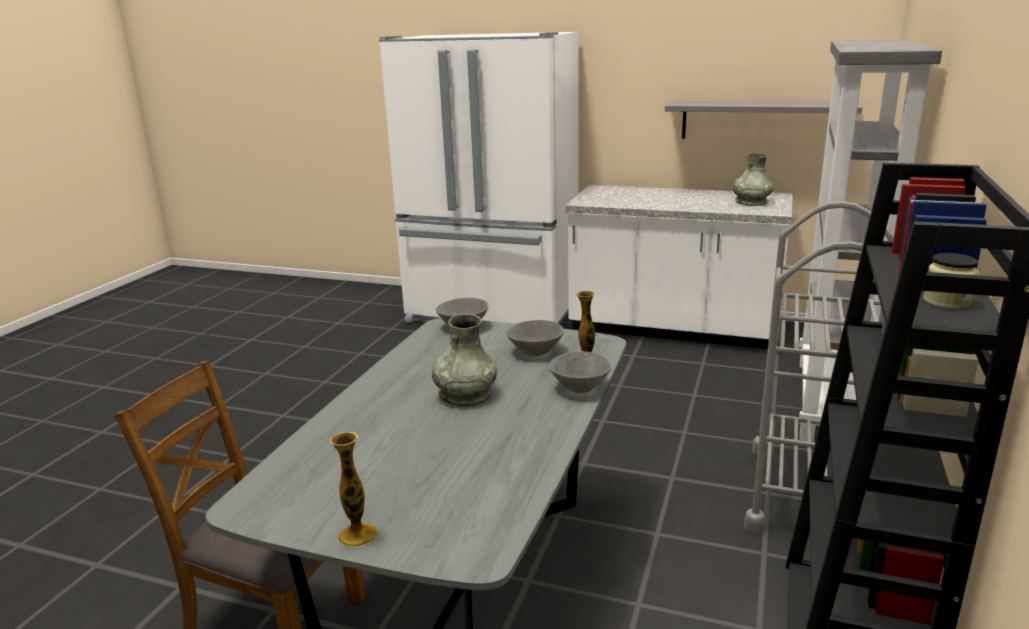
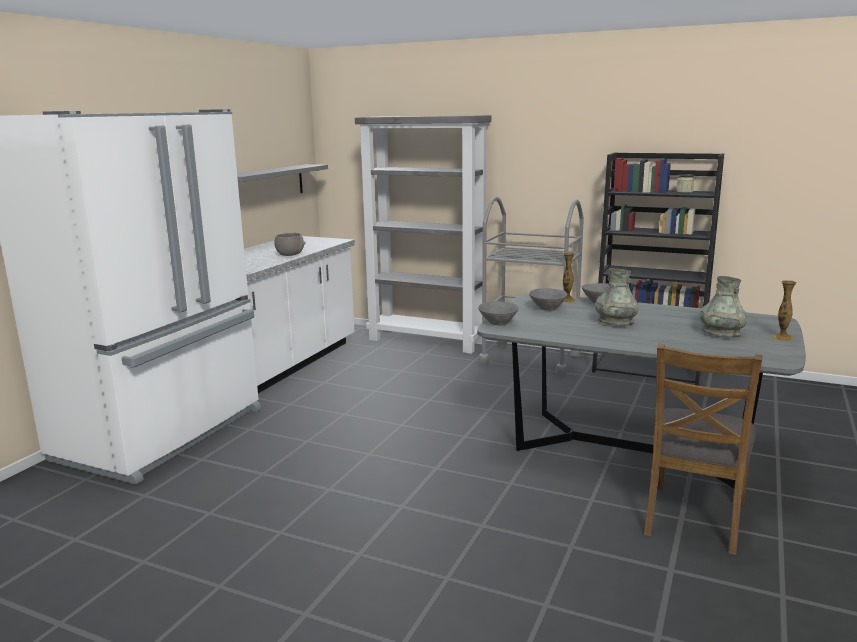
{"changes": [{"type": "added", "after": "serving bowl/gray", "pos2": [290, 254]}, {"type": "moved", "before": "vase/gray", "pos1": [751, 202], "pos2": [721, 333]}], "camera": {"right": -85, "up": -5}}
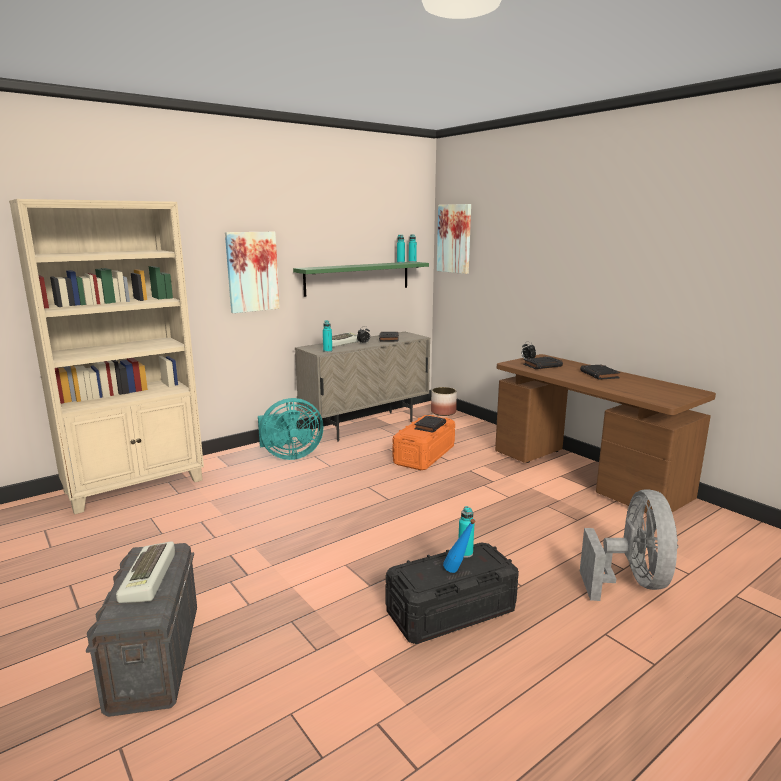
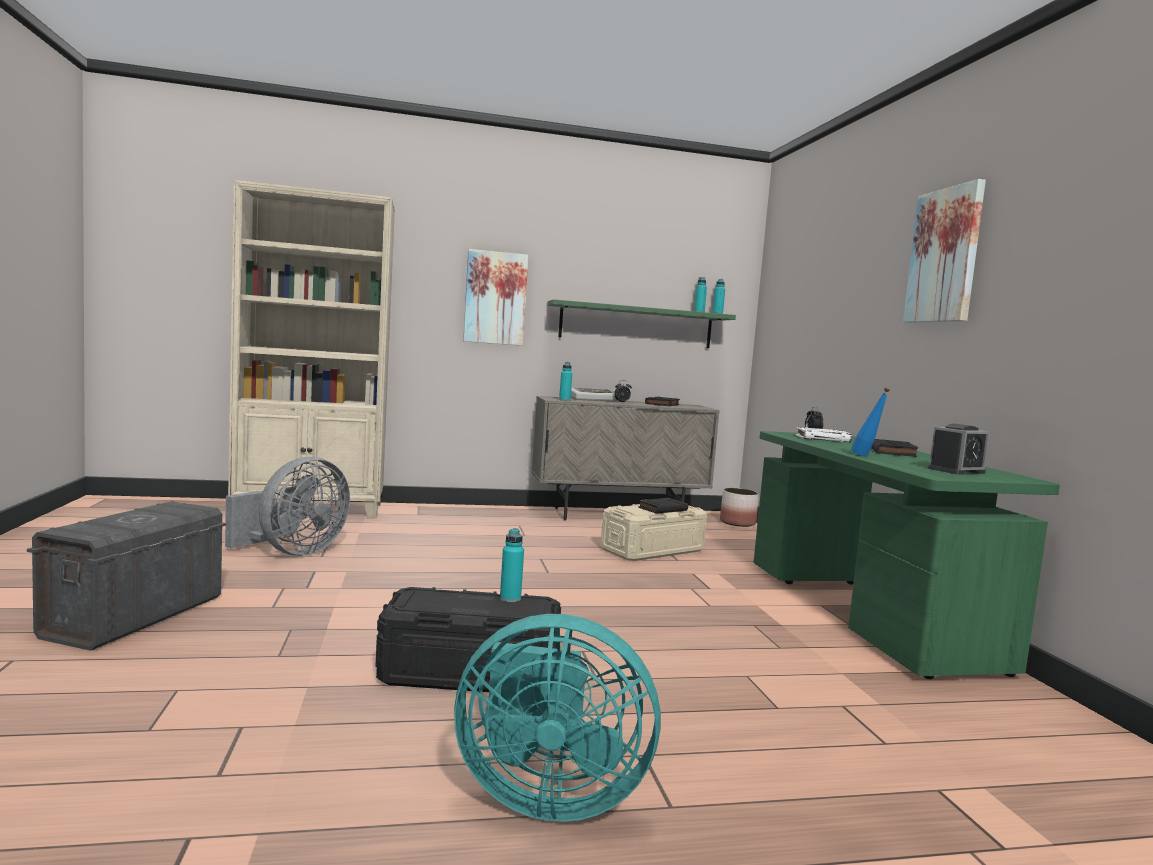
{"changes": [{"type": "removed", "before": "computer keyboard", "pos1": [150, 578]}, {"type": "added", "after": "table clock", "pos2": [956, 470]}, {"type": "moved", "before": "fan/turquoise", "pos1": [289, 455], "pos2": [546, 795]}, {"type": "moved", "before": "wall art", "pos1": [454, 238], "pos2": [945, 256]}, {"type": "moved", "before": "beverage bottle/blue", "pos1": [458, 572], "pos2": [866, 456]}, {"type": "moved", "before": "fan/gray", "pos1": [631, 581], "pos2": [293, 552]}, {"type": "recoloured", "before": "storage box/orange", "after": "storage box/beige", "pos1": [424, 455], "pos2": [653, 550]}, {"type": "recoloured", "before": "desk/brown", "after": "desk/green", "pos1": [586, 475], "pos2": [863, 613]}, {"type": "recoloured", "before": "bound book/black-coloured", "after": "bound book/white-coloured", "pos1": [542, 365], "pos2": [823, 439]}], "camera": {"right": 25, "up": -10}}
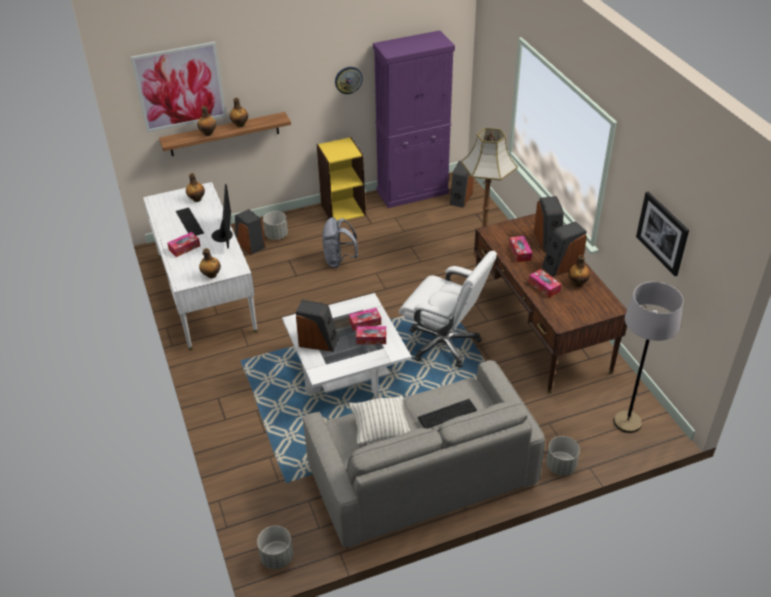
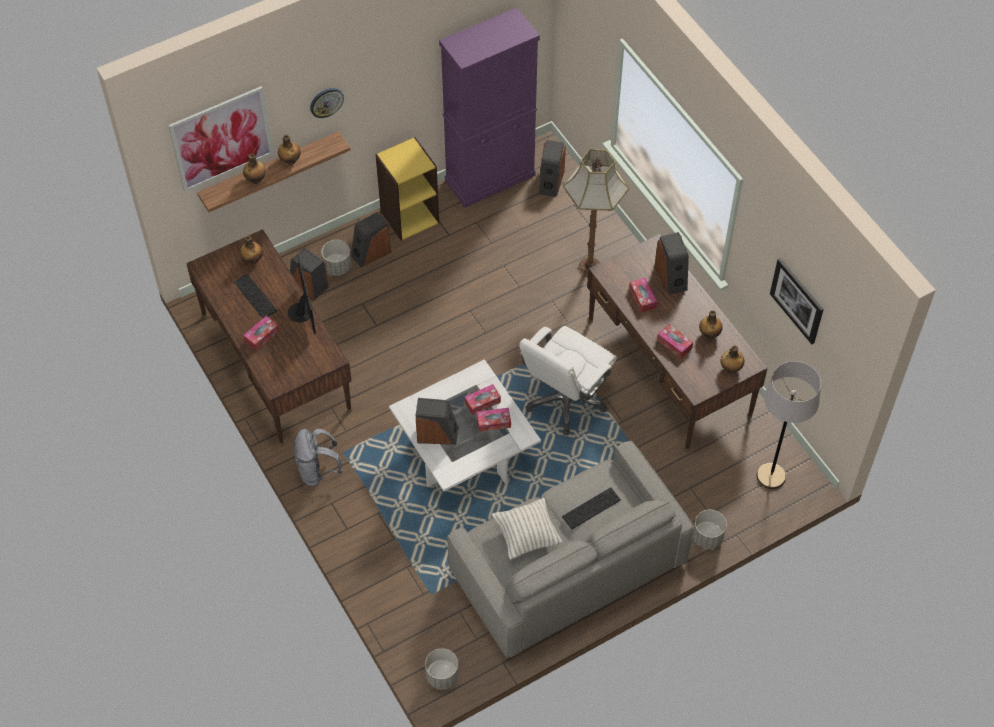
{"changes": [{"type": "moved", "before": "beverage bottle", "pos1": [211, 275], "pos2": [730, 368]}, {"type": "moved", "before": "knapsack/gray", "pos1": [339, 260], "pos2": [318, 471]}, {"type": "moved", "before": "clock on the wall", "pos1": [348, 80], "pos2": [326, 102]}, {"type": "moved", "before": "loudspeaker", "pos1": [561, 266], "pos2": [371, 253]}, {"type": "recoloured", "before": "desk/white-coloured", "after": "desk/brown", "pos1": [205, 292], "pos2": [275, 363]}, {"type": "turned", "before": "office chair/white-coloured", "pos1": [444, 343], "pos2": [565, 400], "turn": 105}], "camera": {"right": -10, "up": 15}}
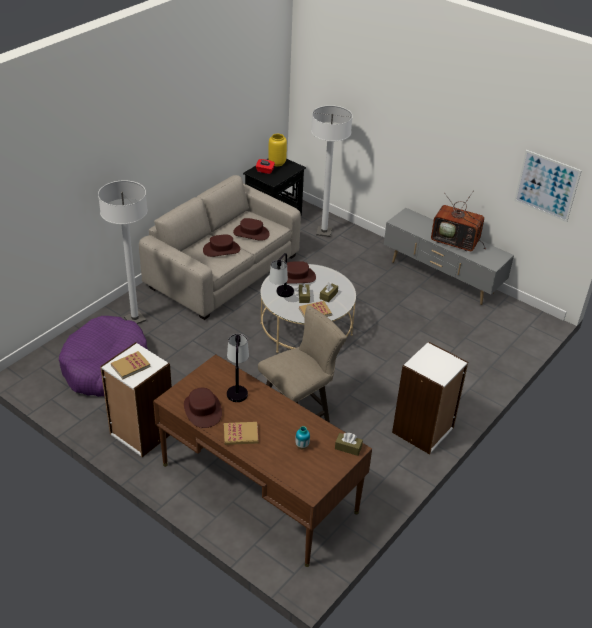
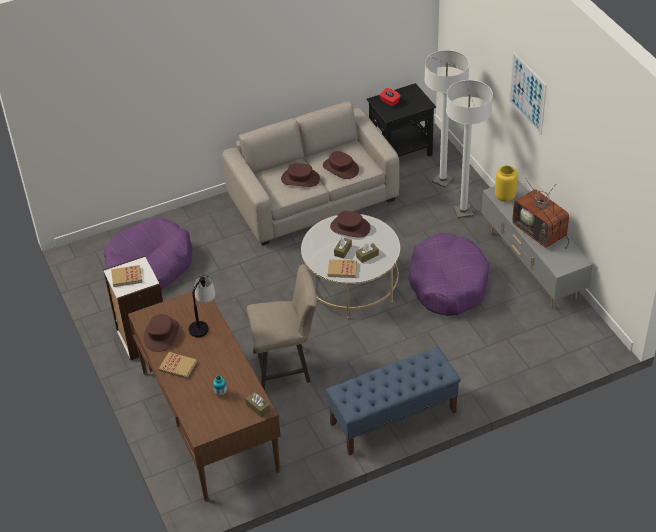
{"changes": [{"type": "removed", "before": "lamp for a table", "pos1": [281, 297]}, {"type": "added", "after": "dog bed/purple-coloured", "pos2": [448, 283]}, {"type": "moved", "before": "floor lamp/white-coloured", "pos1": [135, 319], "pos2": [463, 212]}, {"type": "moved", "before": "vase/yellowish", "pos1": [277, 163], "pos2": [504, 197]}, {"type": "moved", "before": "wall art", "pos1": [547, 185], "pos2": [527, 93]}, {"type": "replaced", "before": "shelving unit/white-coloured", "after": "bench/blue", "pos1": [423, 431], "pos2": [393, 418]}], "camera": {"right": 30, "up": 5}}
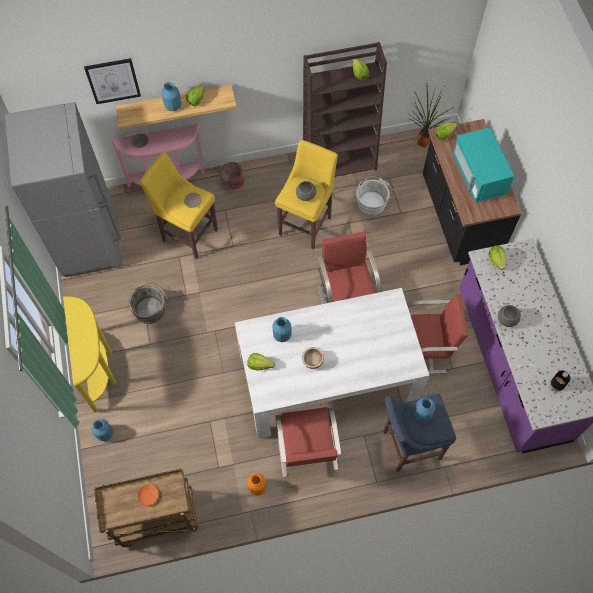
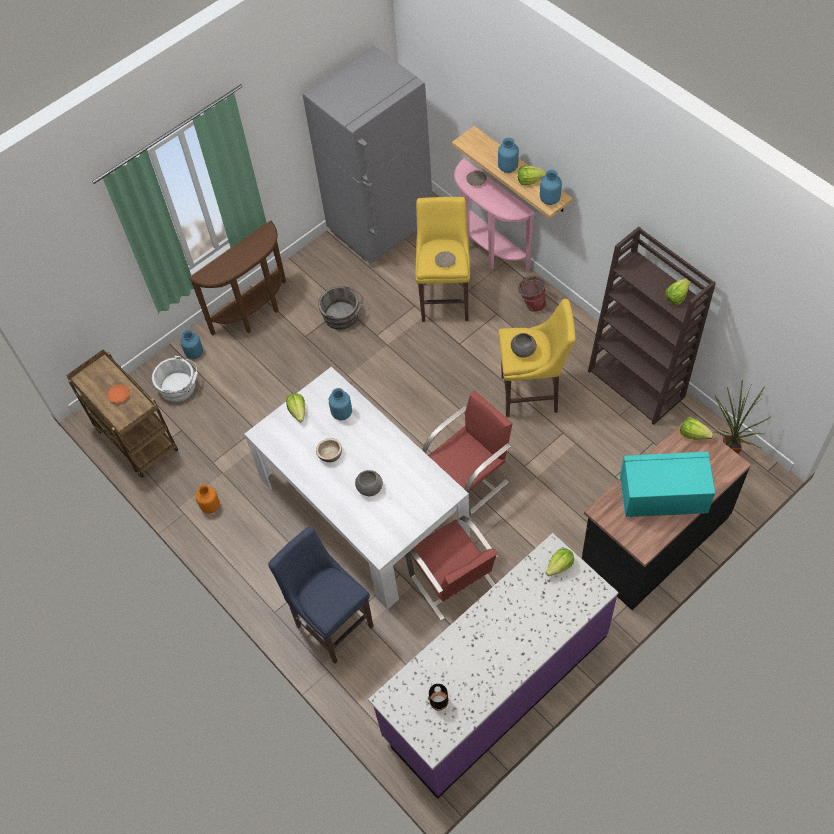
{"changes": [{"type": "removed", "before": "wall art", "pos1": [113, 81]}, {"type": "removed", "before": "chair/red", "pos1": [307, 452]}, {"type": "moved", "before": "water bucket/white-coloured", "pos1": [372, 202], "pos2": [180, 387]}, {"type": "moved", "before": "vase/blue", "pos1": [422, 414], "pos2": [549, 199]}, {"type": "moved", "before": "serving bowl/gray", "pos1": [506, 319], "pos2": [369, 487]}, {"type": "recoloured", "before": "hall table/yellowish", "after": "hall table/brown", "pos1": [101, 369], "pos2": [255, 313]}, {"type": "turned", "before": "microwave oven/turquoise", "pos1": [478, 176], "pos2": [662, 496], "turn": 45}], "camera": {"right": 65, "up": -5}}
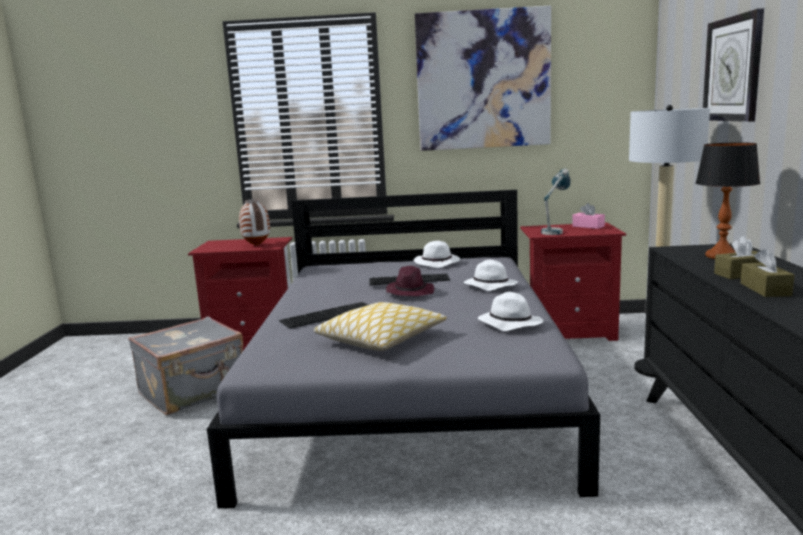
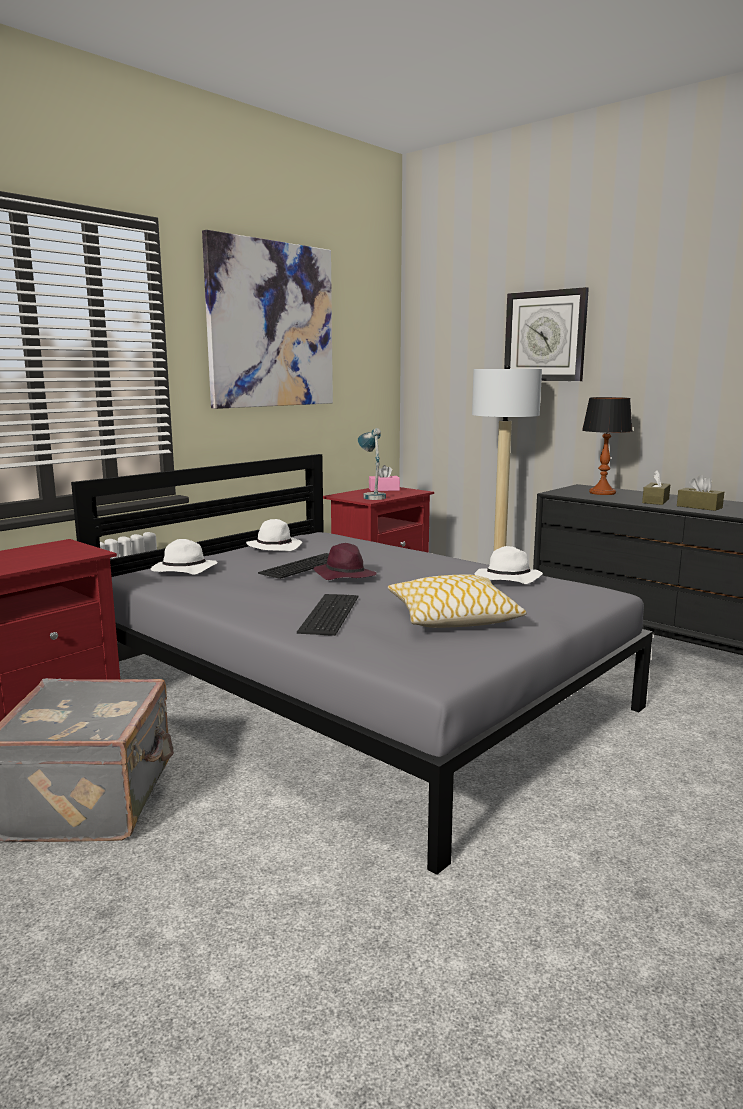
{"changes": [{"type": "removed", "before": "vase", "pos1": [257, 245]}, {"type": "moved", "before": "hat/white-coloured", "pos1": [489, 286], "pos2": [183, 571]}], "camera": {"right": -50, "up": 0}}
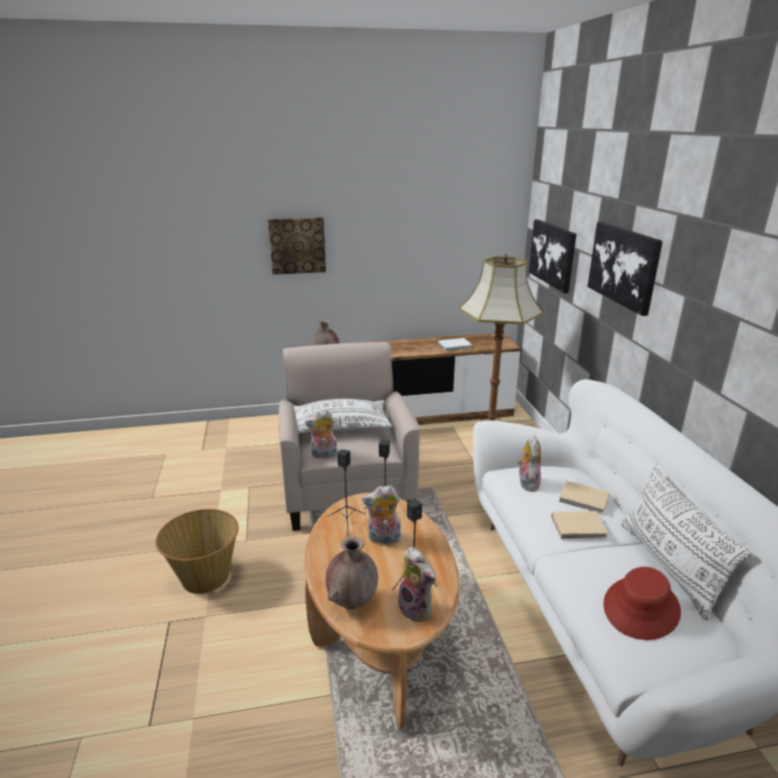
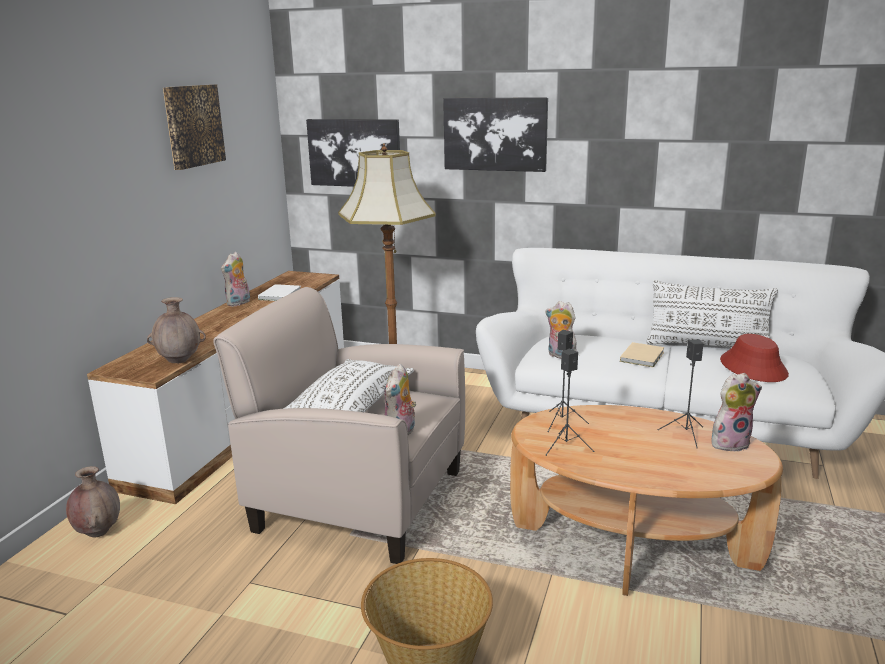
{"changes": [{"type": "removed", "before": "bound book/beige", "pos1": [584, 499]}, {"type": "moved", "before": "wall art", "pos1": [297, 245], "pos2": [193, 126]}, {"type": "moved", "before": "vase/brown", "pos1": [352, 601], "pos2": [98, 531]}, {"type": "moved", "before": "plush toy", "pos1": [383, 539], "pos2": [239, 303]}], "camera": {"right": -60, "up": -5}}
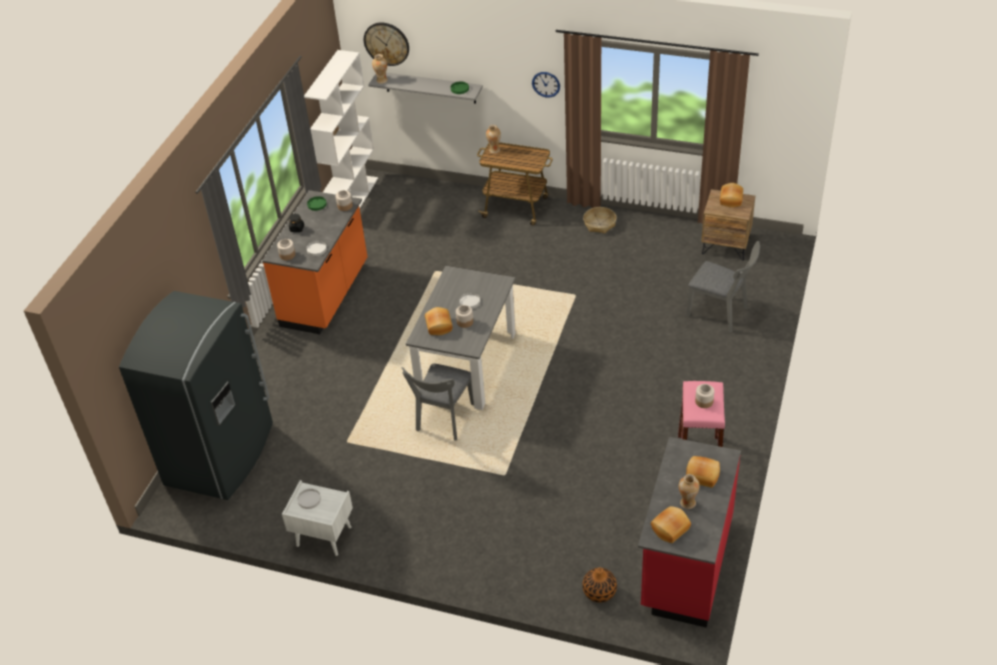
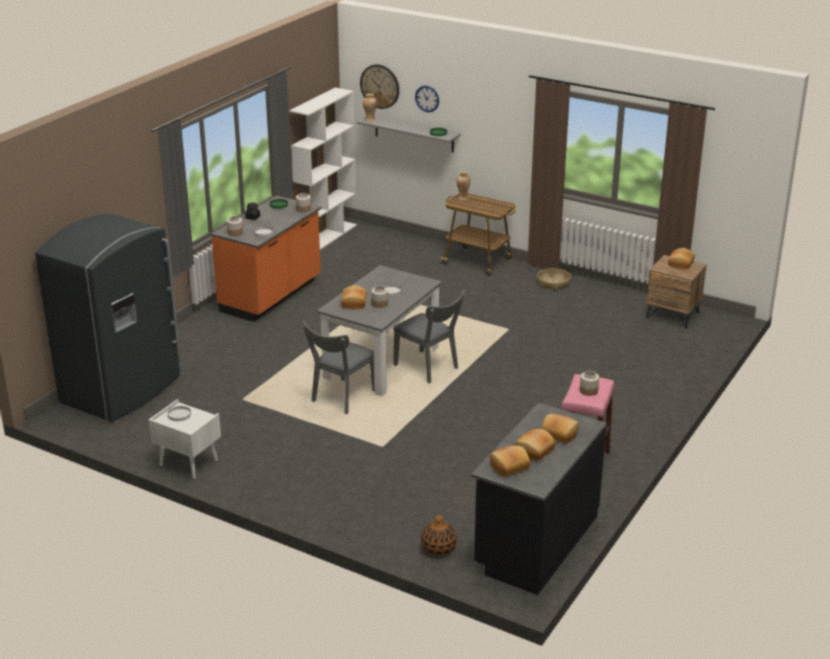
{"changes": [{"type": "moved", "before": "clock on the wall", "pos1": [546, 84], "pos2": [427, 98]}, {"type": "moved", "before": "chair/gray", "pos1": [721, 313], "pos2": [429, 369]}, {"type": "replaced", "before": "vase", "after": "baked bread", "pos1": [687, 503], "pos2": [535, 451]}, {"type": "recoloured", "before": "kitchen base unit/red", "after": "kitchen base unit/black-coloured", "pos1": [685, 564], "pos2": [535, 542]}], "camera": {"right": 10, "up": -15}}
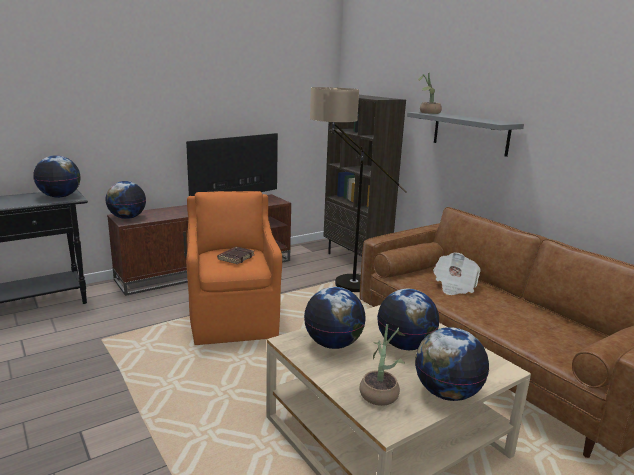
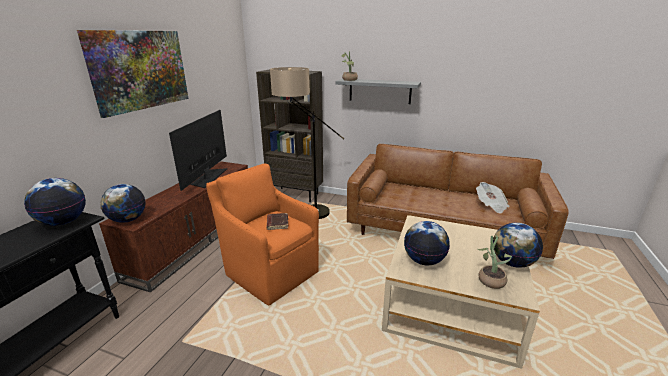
{"changes": [{"type": "removed", "before": "desk globe", "pos1": [405, 345]}, {"type": "added", "after": "wall art", "pos2": [140, 70]}, {"type": "moved", "before": "daily paper", "pos1": [454, 286], "pos2": [491, 205]}], "camera": {"right": -35, "up": 5}}
